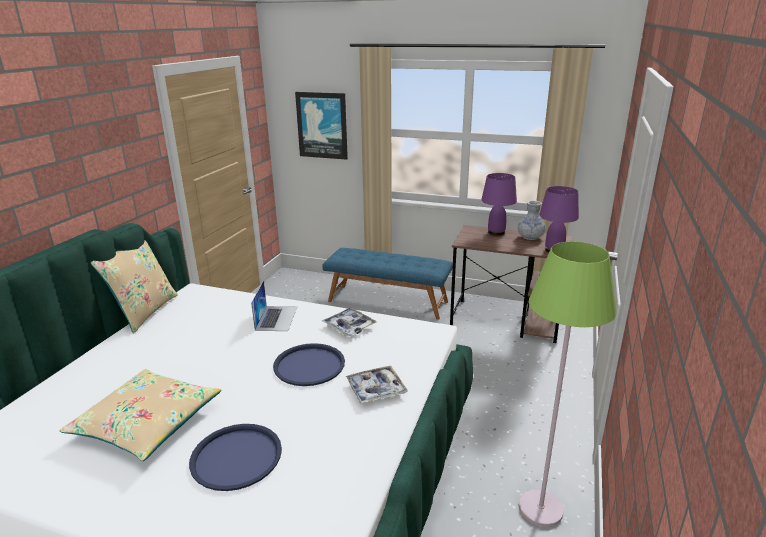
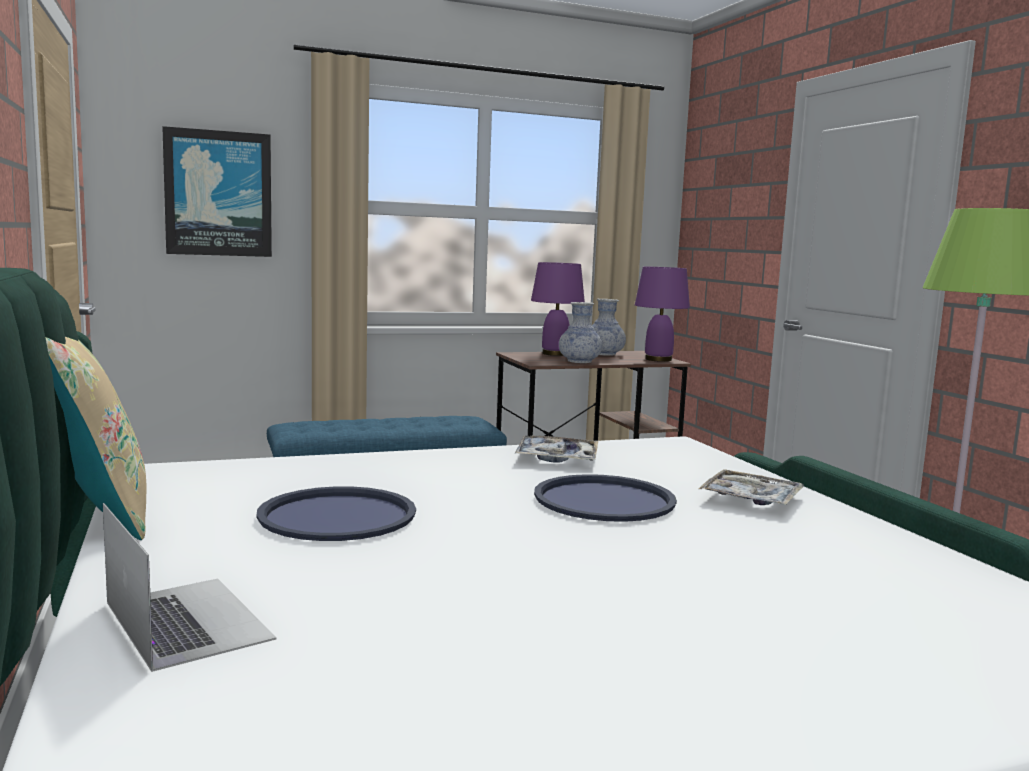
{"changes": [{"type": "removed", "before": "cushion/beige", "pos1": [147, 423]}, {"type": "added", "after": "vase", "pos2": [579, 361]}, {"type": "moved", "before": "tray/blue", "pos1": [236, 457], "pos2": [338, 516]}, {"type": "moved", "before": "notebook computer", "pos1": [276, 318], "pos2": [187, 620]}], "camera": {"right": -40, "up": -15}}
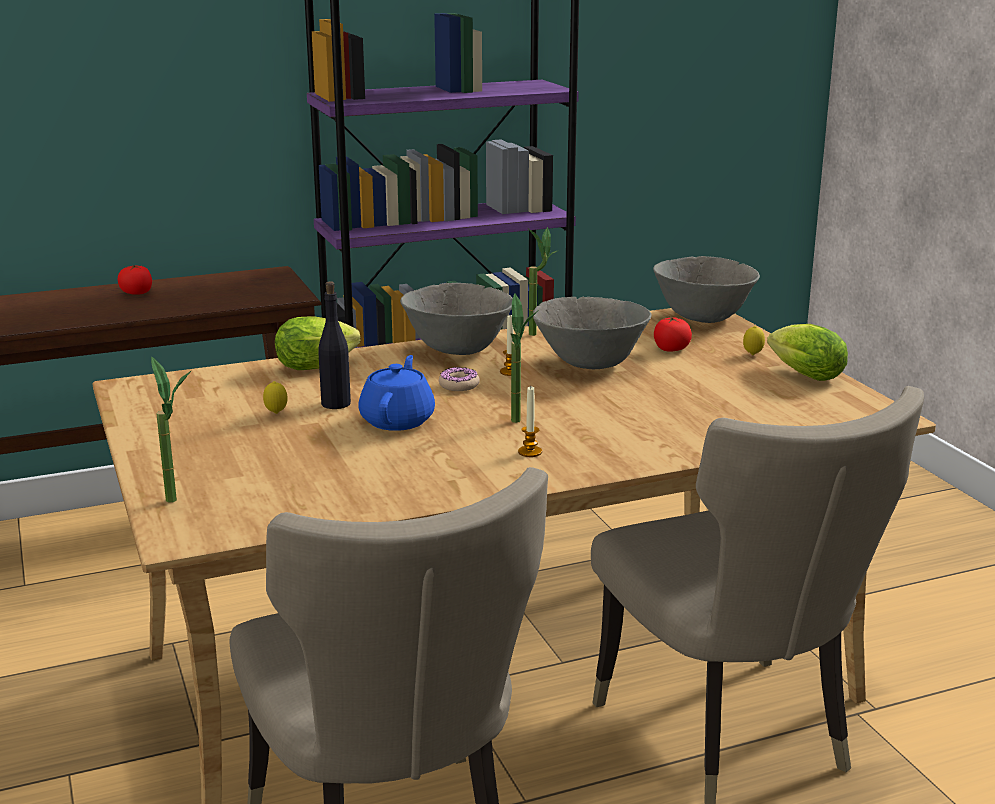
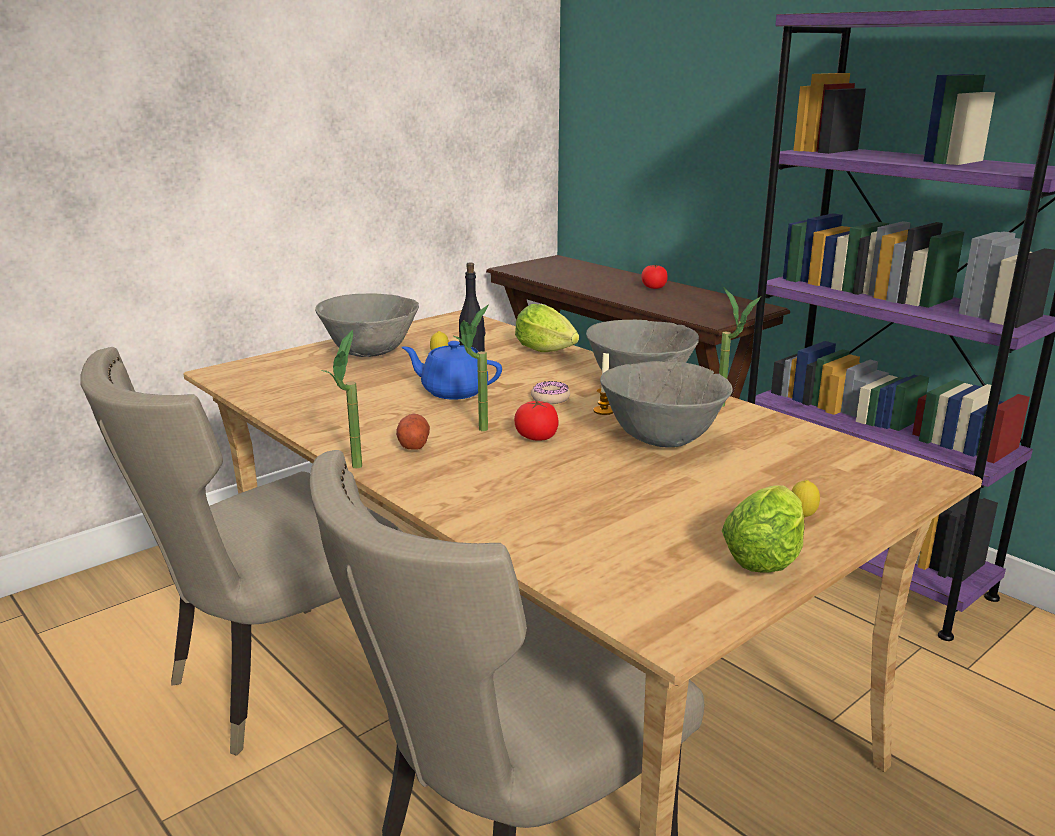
{"changes": [{"type": "moved", "before": "potted plant", "pos1": [180, 502], "pos2": [353, 470]}, {"type": "moved", "before": "serving bowl/gray", "pos1": [702, 318], "pos2": [370, 352]}, {"type": "moved", "before": "fresh tomato", "pos1": [671, 349], "pos2": [536, 437]}, {"type": "replaced", "before": "wax candle", "after": "potato", "pos1": [530, 452], "pos2": [413, 444]}, {"type": "turned", "before": "teapot/blue", "pos1": [398, 420], "pos2": [453, 391], "turn": -150}], "camera": {"right": 70, "up": 0}}
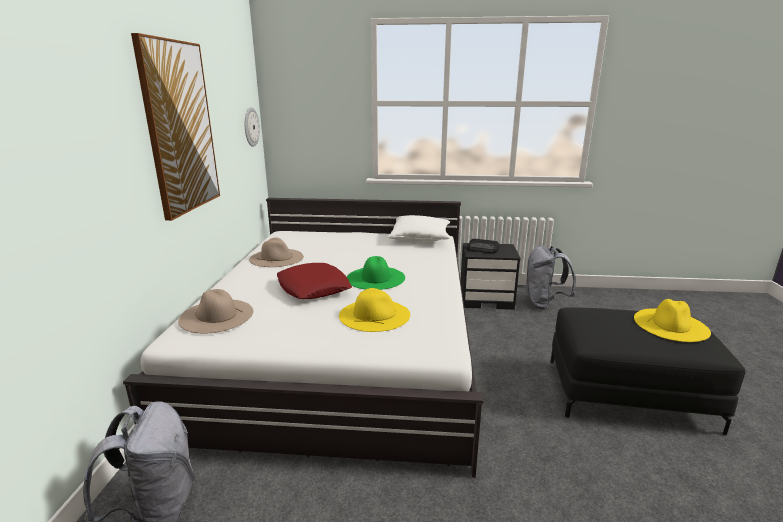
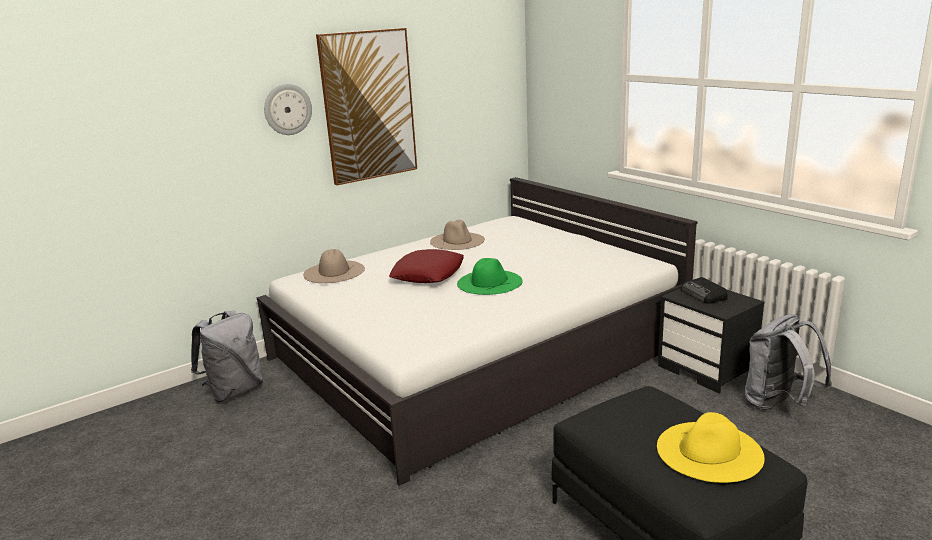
{"changes": [{"type": "removed", "before": "hat/yellowish", "pos1": [374, 314]}, {"type": "removed", "before": "cushion/white-coloured", "pos1": [420, 238]}, {"type": "moved", "before": "clock on the wall", "pos1": [250, 127], "pos2": [287, 109]}], "camera": {"right": 50, "up": 0}}
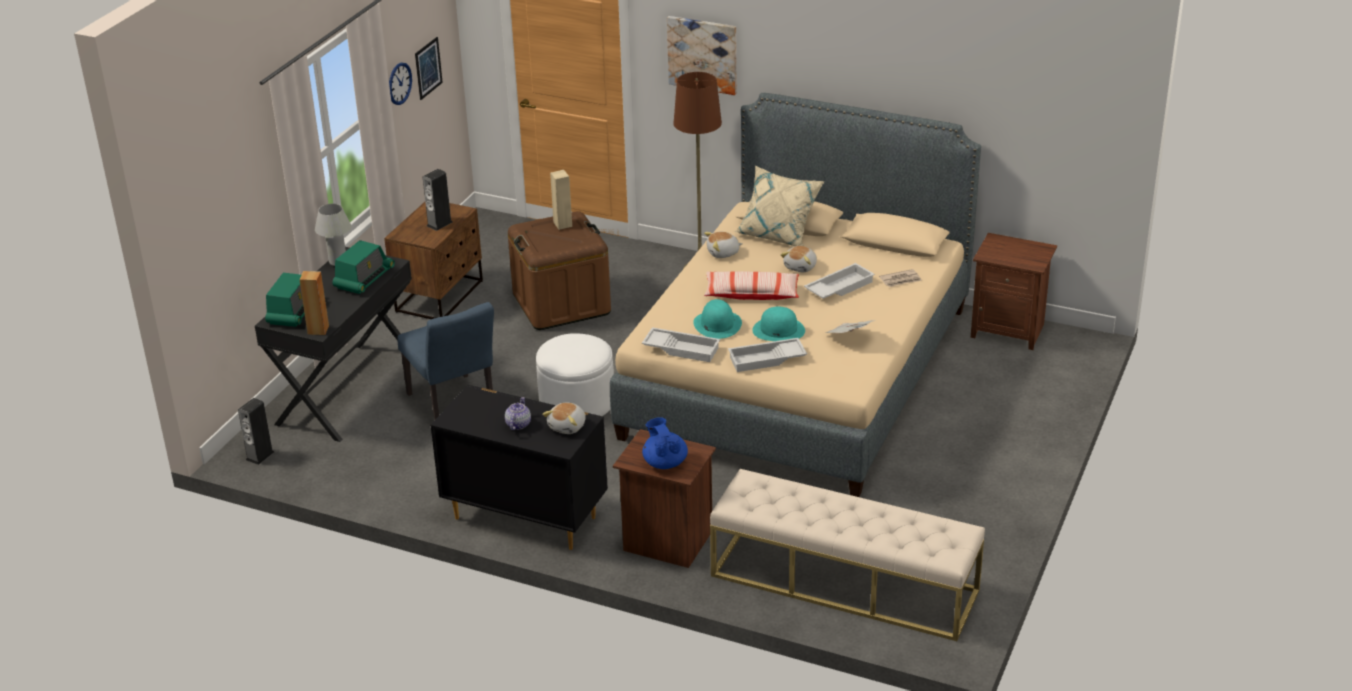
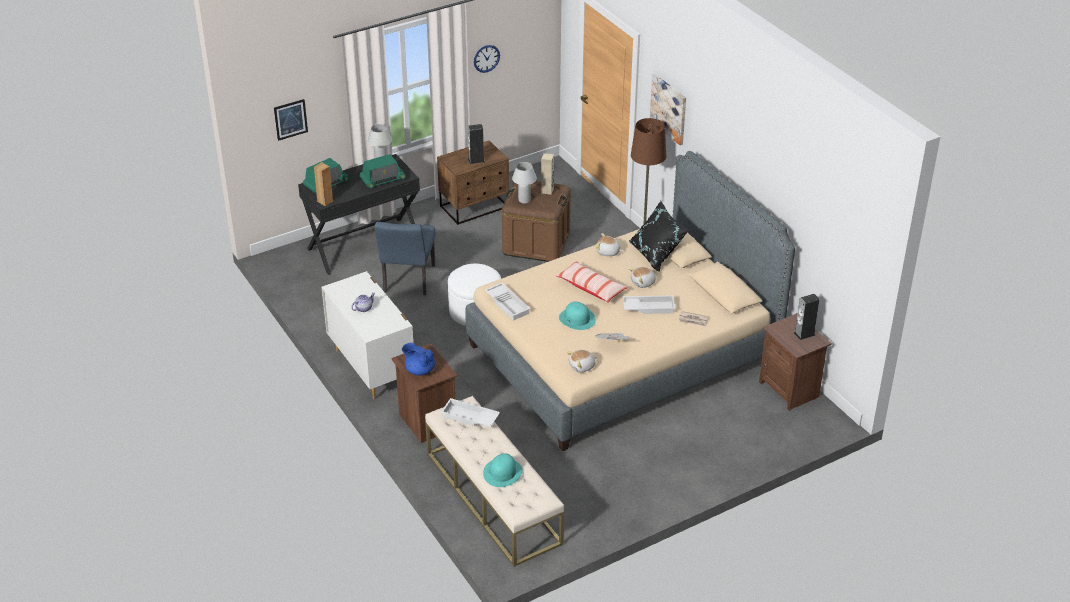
{"changes": [{"type": "added", "after": "lamp for a table/white-coloured", "pos2": [524, 200]}, {"type": "moved", "before": "loudspeaker", "pos1": [260, 456], "pos2": [804, 334]}, {"type": "moved", "before": "wall art", "pos1": [428, 68], "pos2": [290, 119]}, {"type": "moved", "before": "plush toy", "pos1": [568, 426], "pos2": [582, 366]}, {"type": "moved", "before": "hat/turquoise", "pos1": [717, 324], "pos2": [502, 472]}, {"type": "moved", "before": "tray/white-coloured", "pos1": [766, 360], "pos2": [469, 418]}, {"type": "recoloured", "before": "dresser/black-coloured", "after": "dresser/white-coloured", "pos1": [524, 517], "pos2": [371, 367]}, {"type": "recoloured", "before": "cushion/beige", "after": "cushion/black-coloured", "pos1": [778, 234], "pos2": [656, 254]}, {"type": "turned", "before": "teapot/blue", "pos1": [664, 462], "pos2": [419, 370], "turn": -75}], "camera": {"right": 35, "up": 5}}
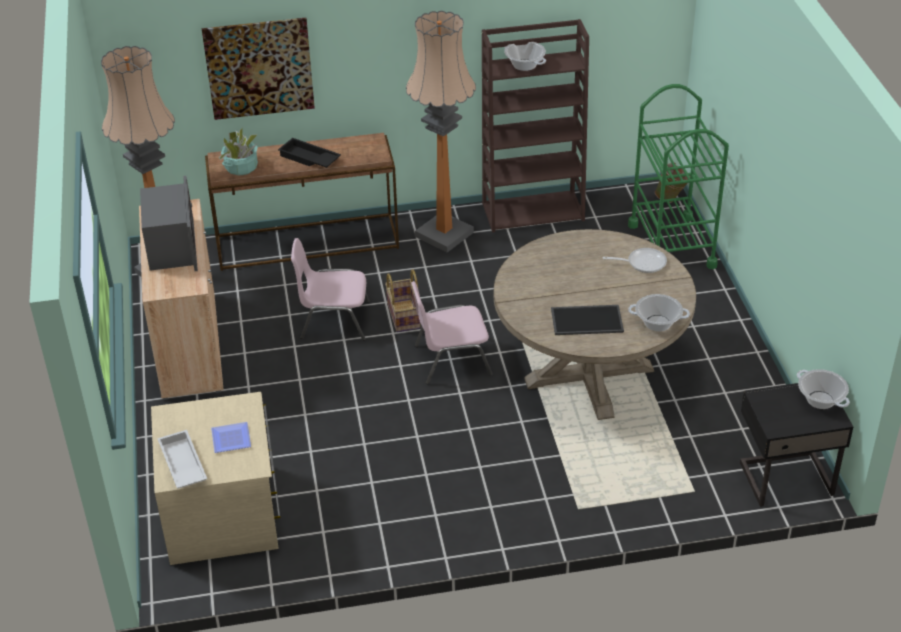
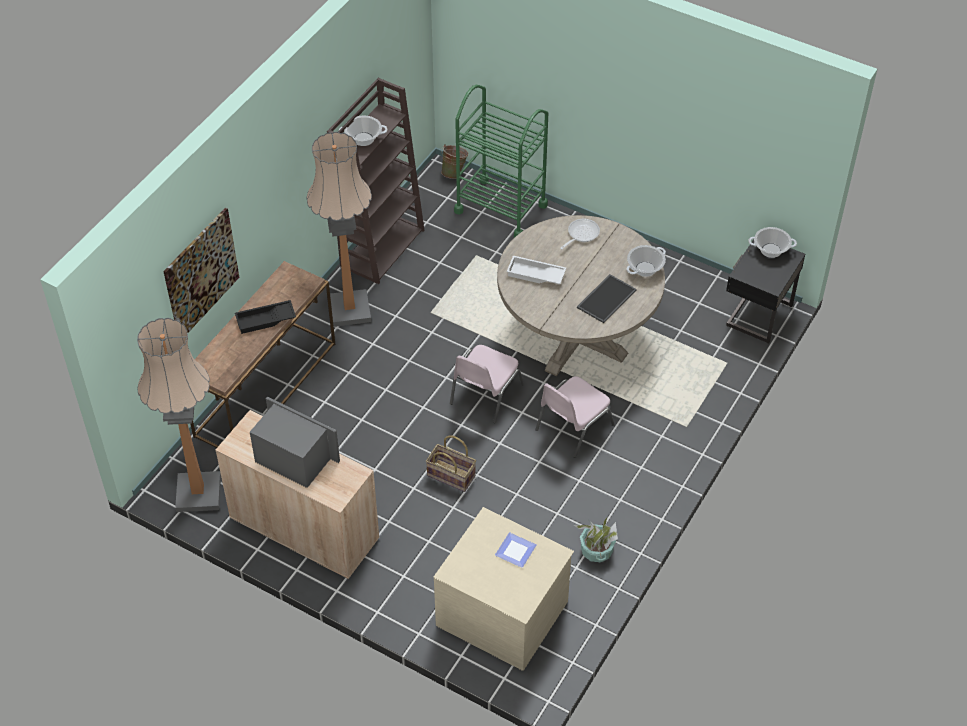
{"changes": [{"type": "moved", "before": "tray/white-coloured", "pos1": [182, 465], "pos2": [535, 275]}, {"type": "moved", "before": "potted plant", "pos1": [241, 167], "pos2": [596, 550]}, {"type": "moved", "before": "chair/pink", "pos1": [334, 320], "pos2": [573, 427]}, {"type": "moved", "before": "household basket", "pos1": [404, 316], "pos2": [451, 475]}], "camera": {"right": -50, "up": 10}}
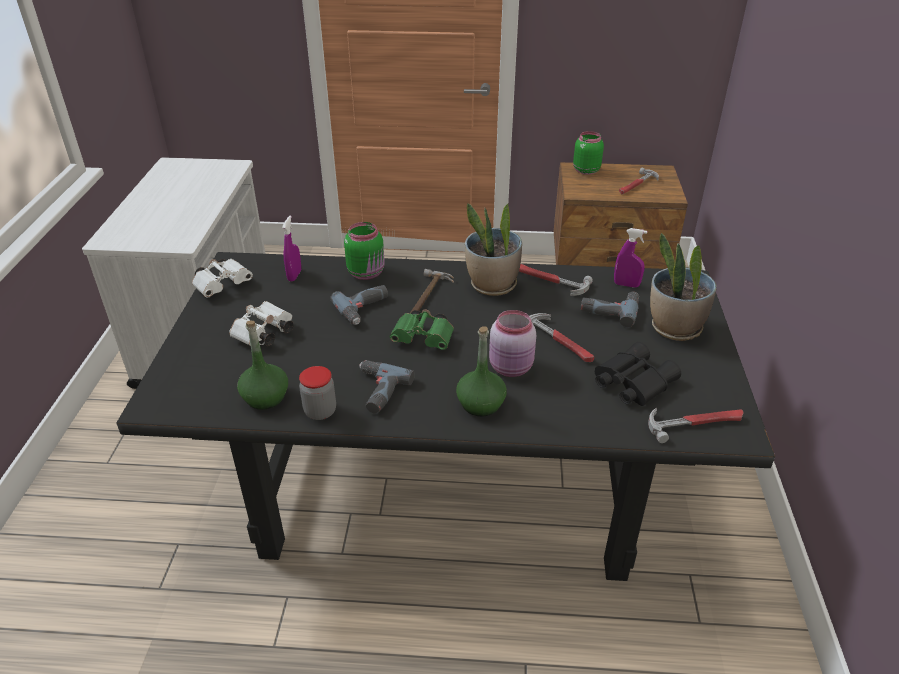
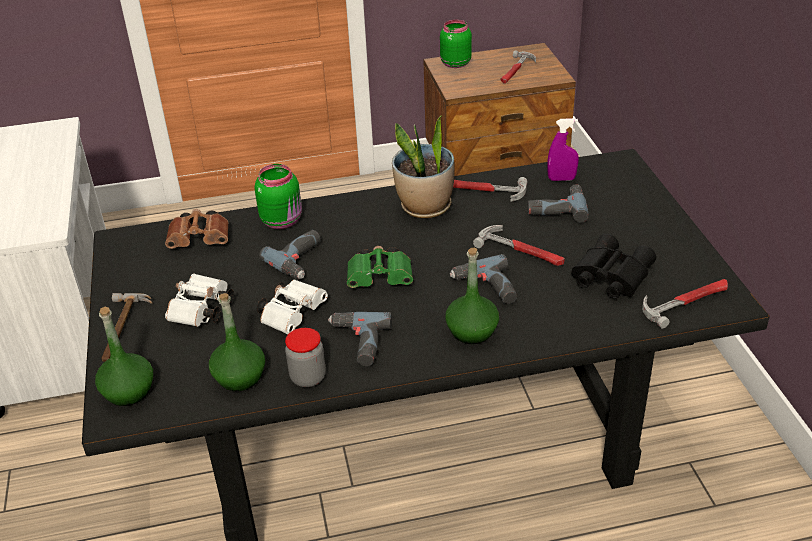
{"changes": [{"type": "removed", "before": "potted plant", "pos1": [674, 328]}, {"type": "added", "after": "beverage bottle/green", "pos2": [129, 391]}, {"type": "moved", "before": "pair of binoculars/white-coloured", "pos1": [224, 285], "pos2": [293, 314]}, {"type": "moved", "before": "hammer", "pos1": [428, 296], "pos2": [122, 329]}, {"type": "replaced", "before": "hand sprayer/purple-coloured", "after": "pair of binoculars/brown", "pos1": [294, 275], "pos2": [201, 240]}, {"type": "replaced", "before": "storage jar/pink", "after": "drill", "pos1": [512, 368], "pos2": [486, 288]}], "camera": {"right": -15, "up": 0}}
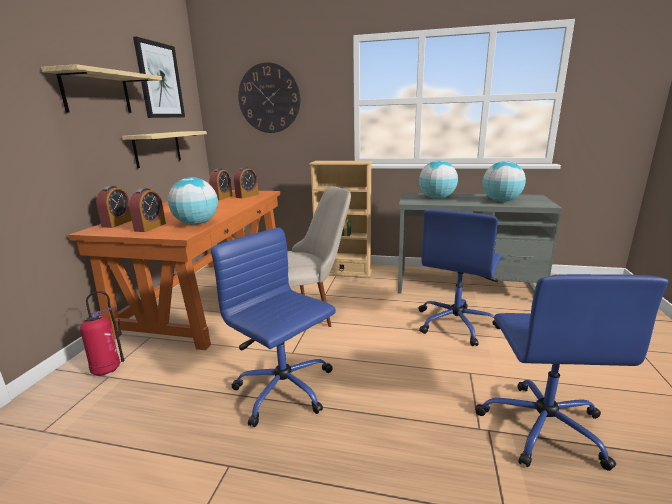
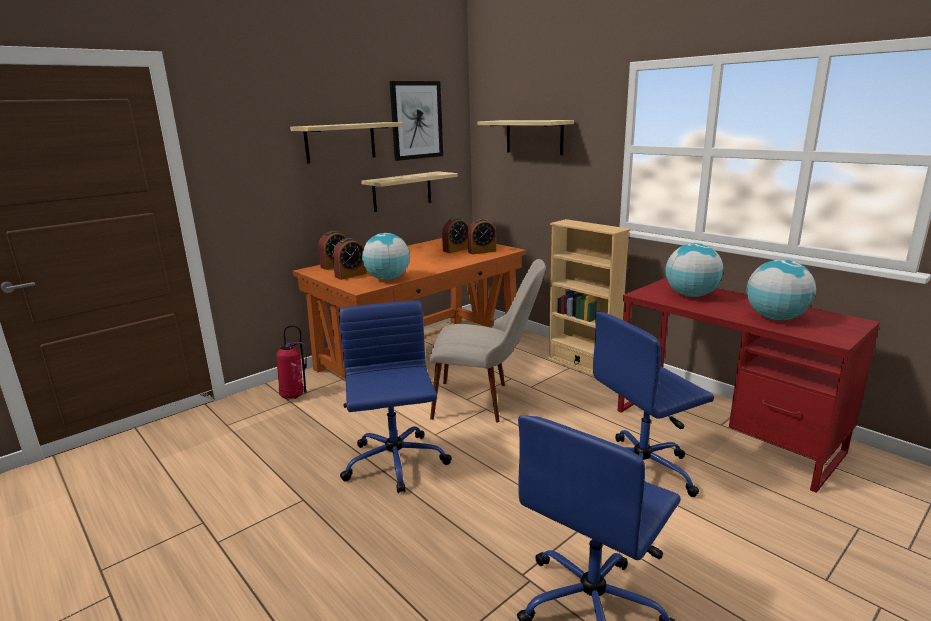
{"changes": [{"type": "replaced", "before": "clock on the wall", "after": "wall shelf", "pos1": [269, 98], "pos2": [534, 137]}, {"type": "recoloured", "before": "desk/gray", "after": "desk/red", "pos1": [465, 286], "pos2": [724, 431]}], "camera": {"right": 35, "up": 0}}
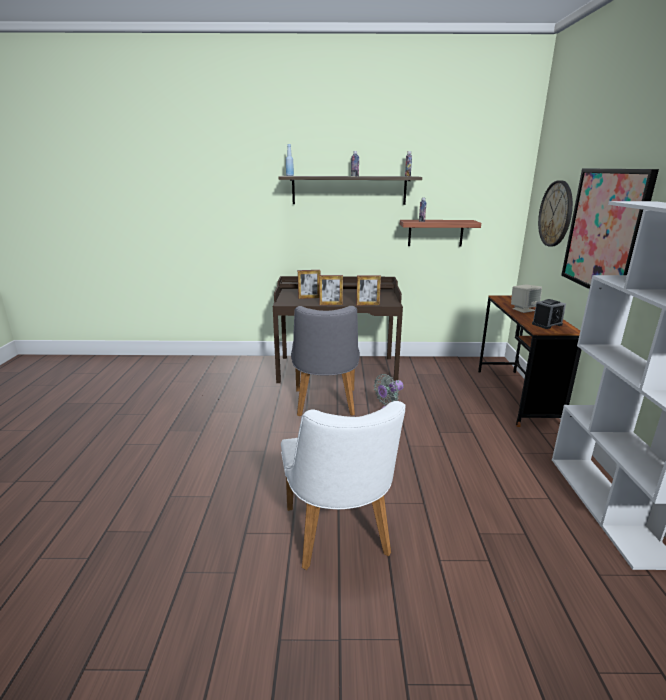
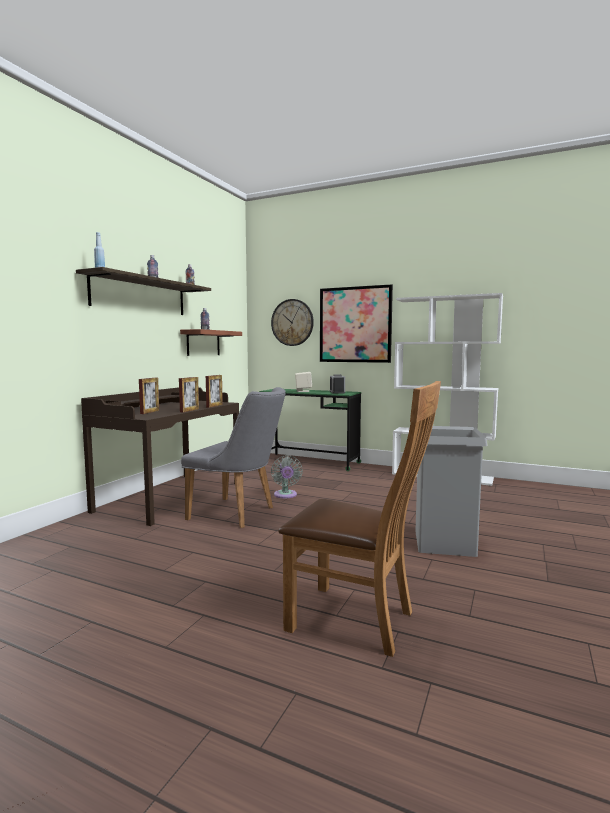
{"changes": [{"type": "added", "after": "chair/brown", "pos2": [358, 621]}, {"type": "replaced", "before": "chair/white-coloured", "after": "waste bin/gray", "pos1": [340, 538], "pos2": [444, 543]}, {"type": "recoloured", "before": "desk/brown", "after": "desk/green", "pos1": [516, 396], "pos2": [309, 462]}], "camera": {"right": -65, "up": -15}}
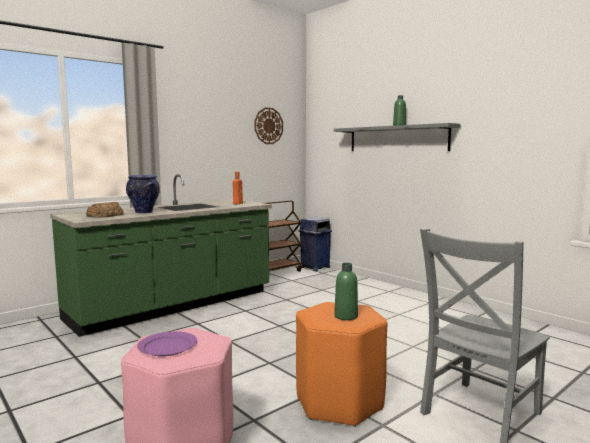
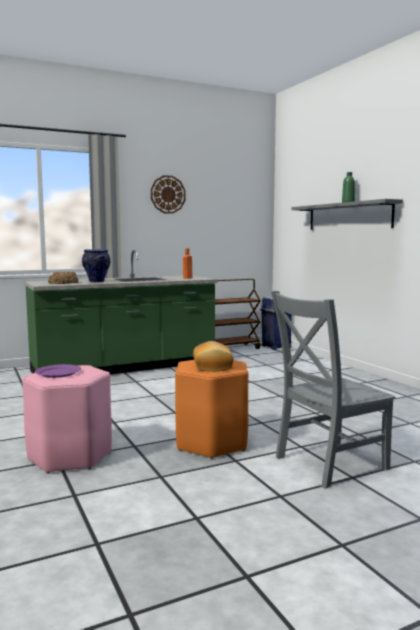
{"changes": [{"type": "moved", "before": "clock on the wall", "pos1": [268, 126], "pos2": [168, 194]}, {"type": "replaced", "before": "beverage bottle/green", "after": "baked bread", "pos1": [346, 316], "pos2": [213, 366]}], "camera": {"right": 15, "up": 0}}
